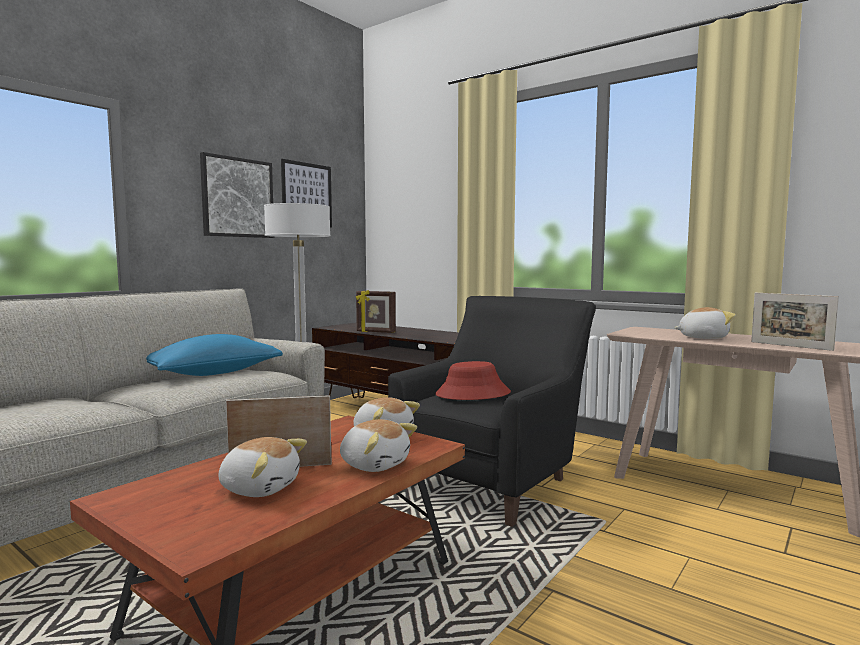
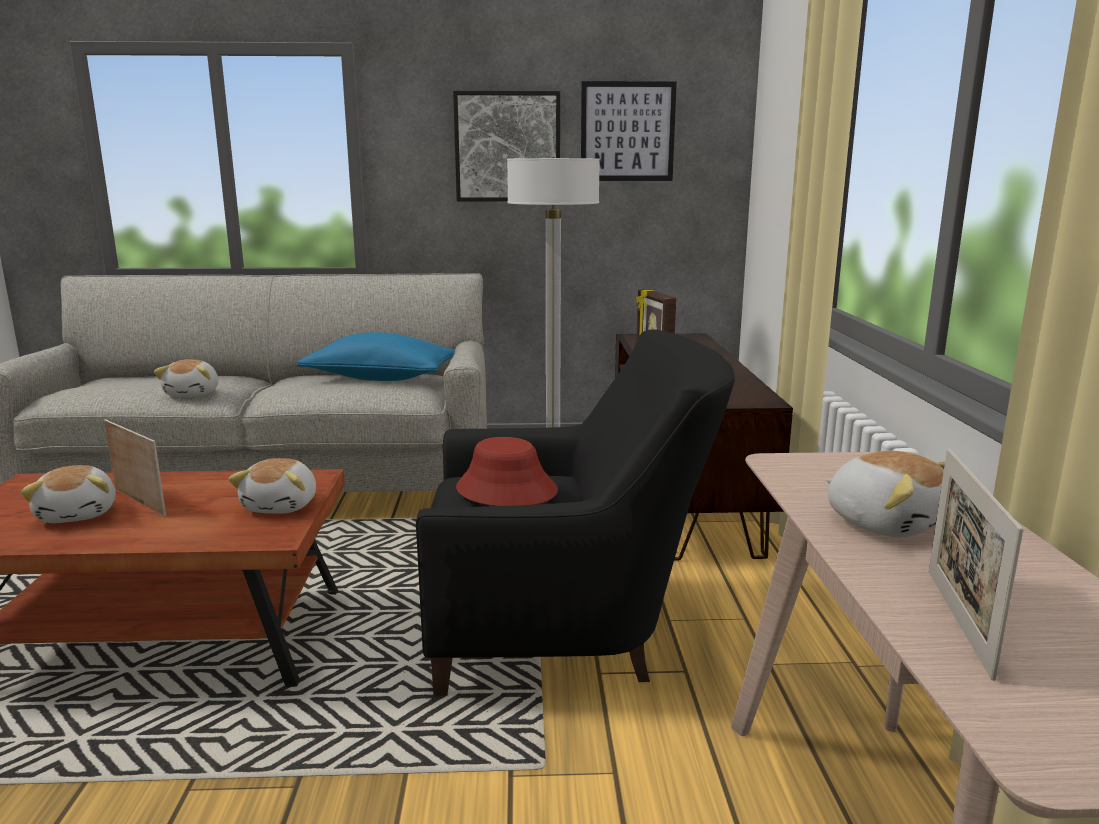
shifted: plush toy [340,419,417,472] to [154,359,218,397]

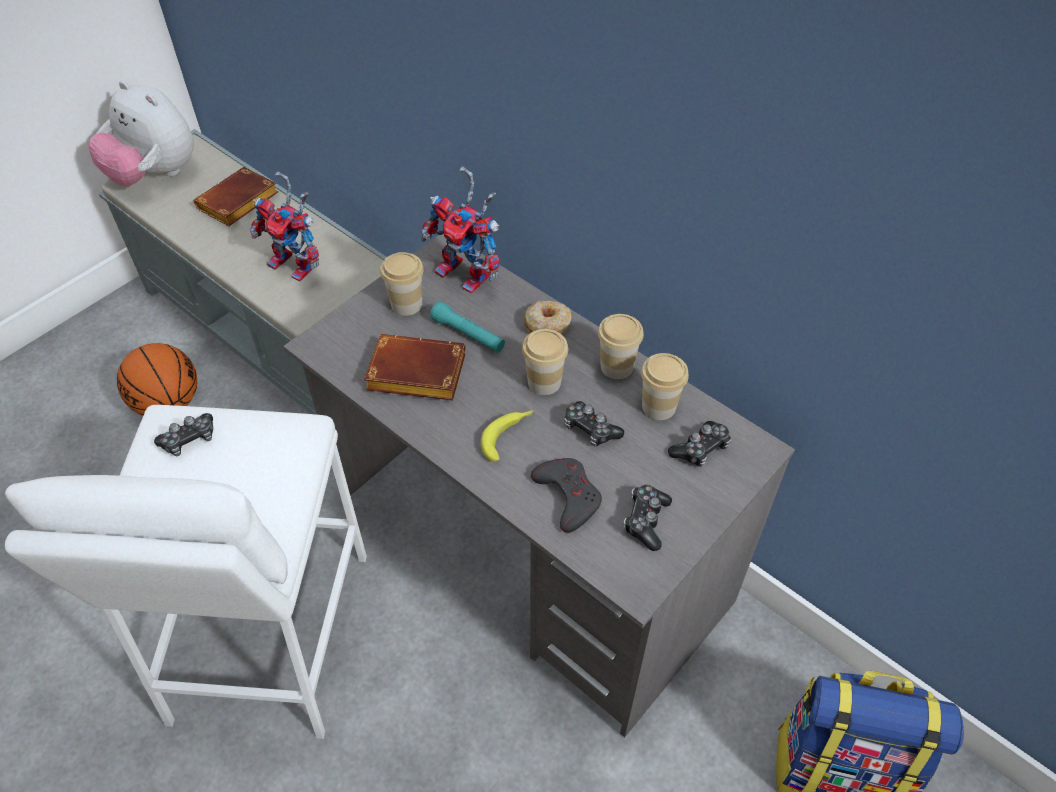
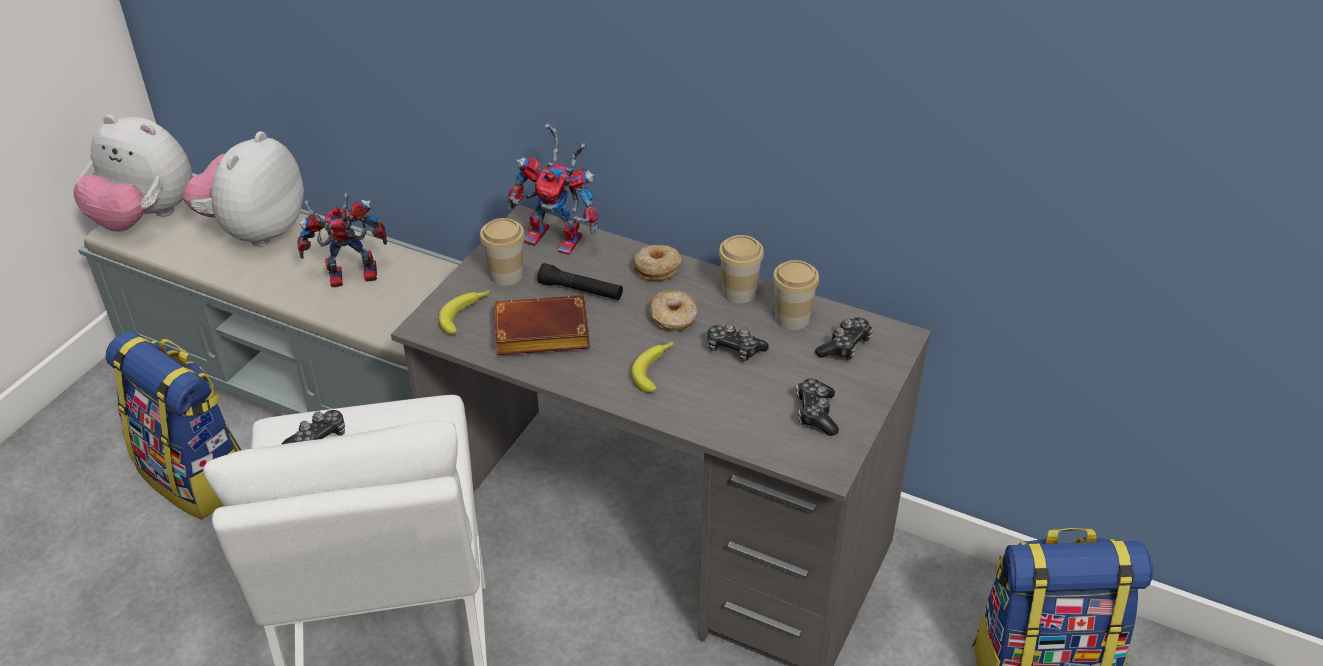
gone: grey game controller [531,458,602,533]
new: banana [438,290,490,335]
swapped: basketball [117,343,197,416] to backpack [105,331,242,520]; brown book [194,167,278,226] to plush toy [183,131,304,247]; cup [522,329,568,395] to donut [650,289,697,332]
repainted: turquoise flashlight [430,301,505,353] to black flashlight [538,263,623,300]
rotated: toy robot [250,171,319,282] = [297,193,387,287] 150 degrees clockwise

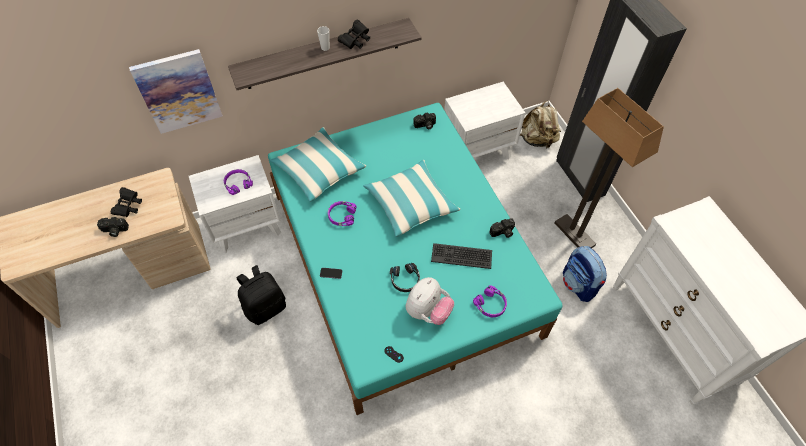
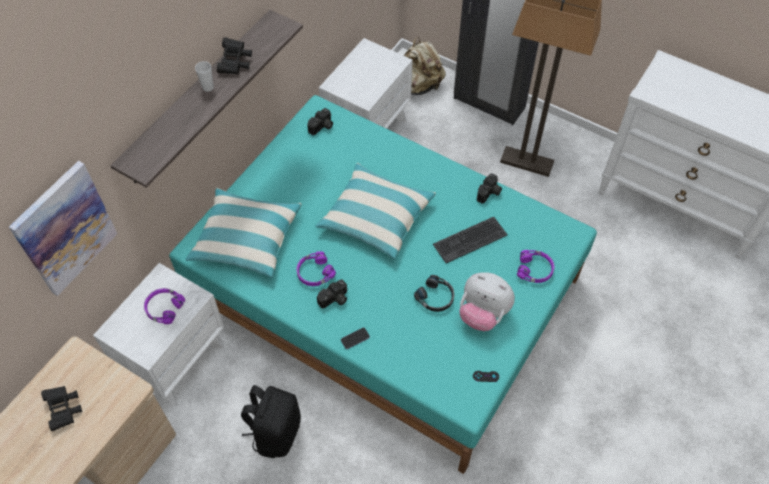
gone: backpack [563,246,607,302]
shifted: photo camera [97,217,129,237] to [317,280,348,308]
rotated: plush toy [406,277,454,325] = [459,272,515,331] 120 degrees clockwise

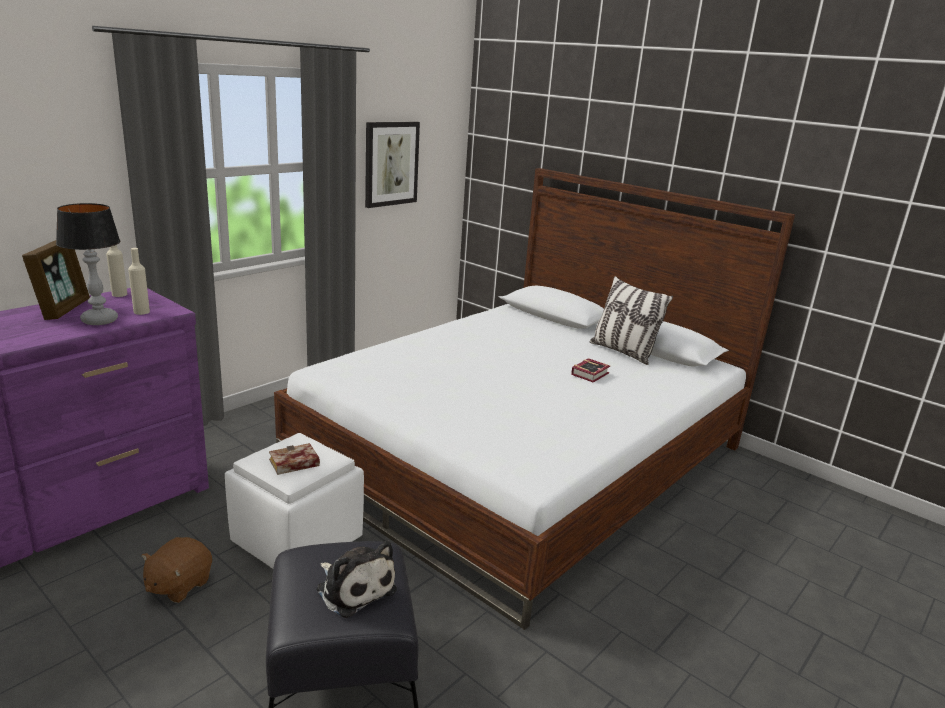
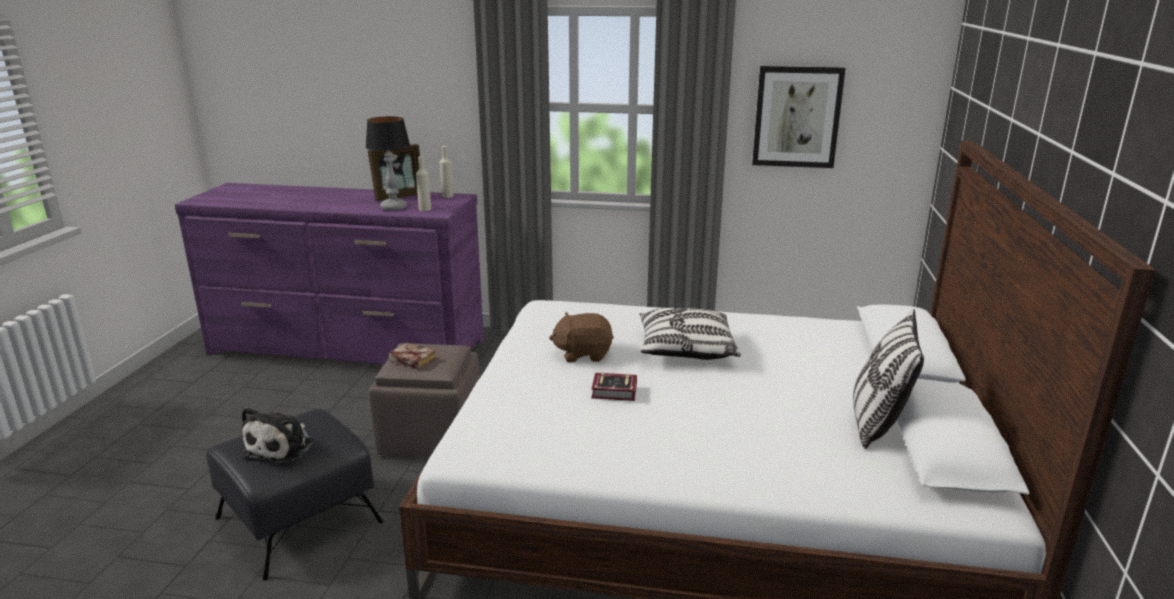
new: pillow [639,308,741,360]
shifted: brown plush toy [142,537,212,603] to [549,312,614,362]; book [571,358,610,383] to [591,372,637,401]
repainted: white ottoman [225,433,364,569] to brown ottoman [369,343,479,457]

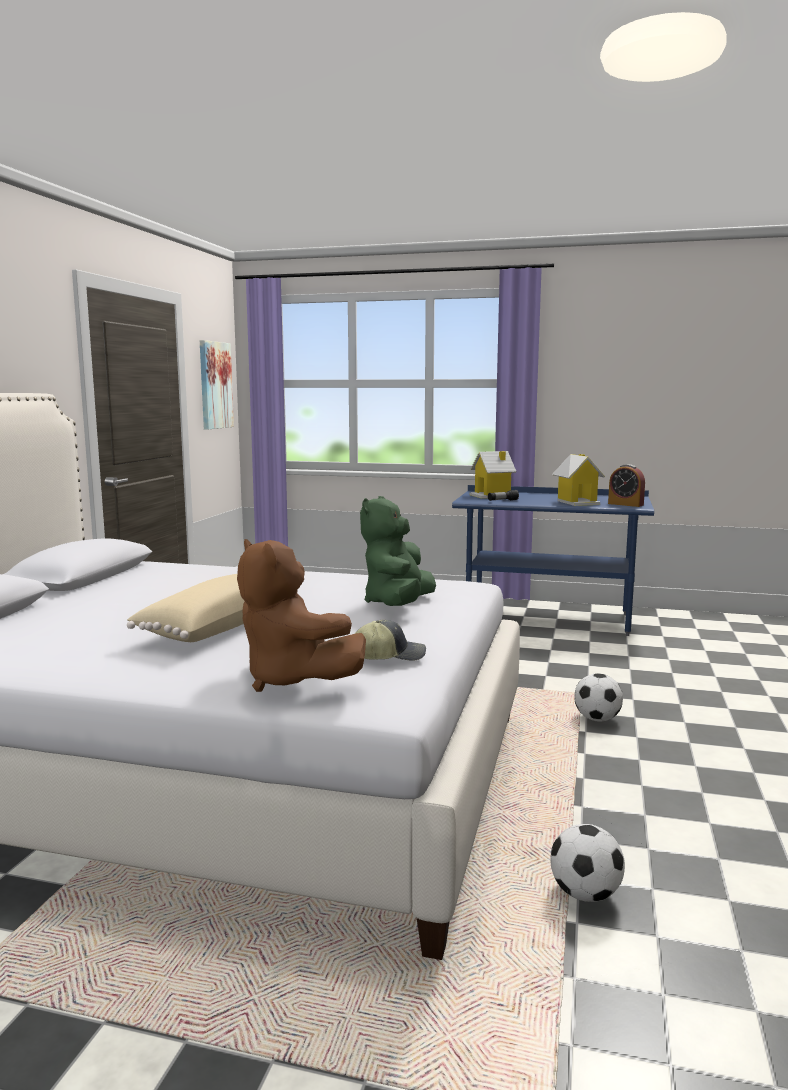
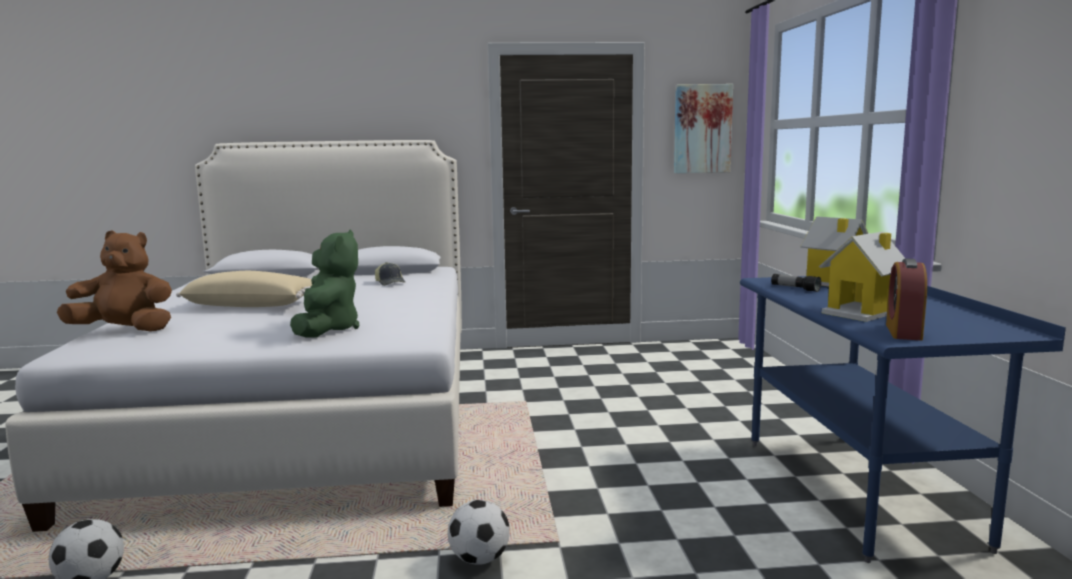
shifted: cap [355,620,426,660] to [375,262,405,286]
rotated: brown plush toy [237,539,366,692] = [57,230,172,332] 60 degrees clockwise; green plush toy [360,496,436,606] = [290,229,359,337] 90 degrees clockwise

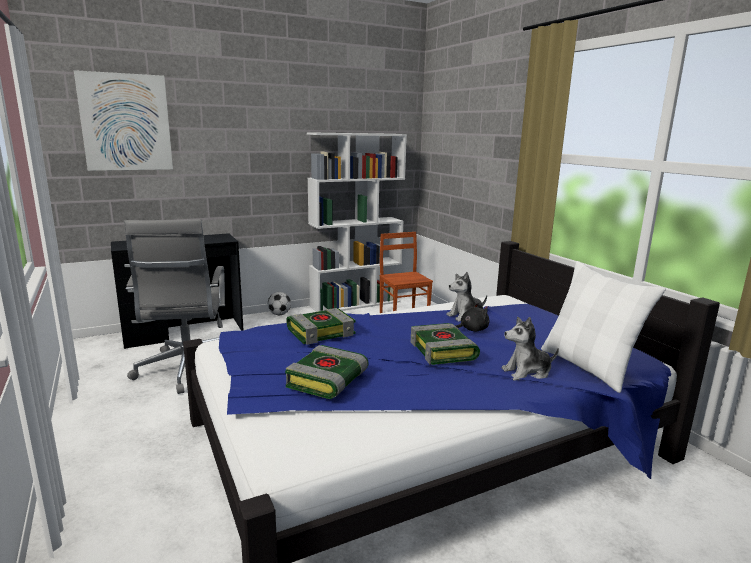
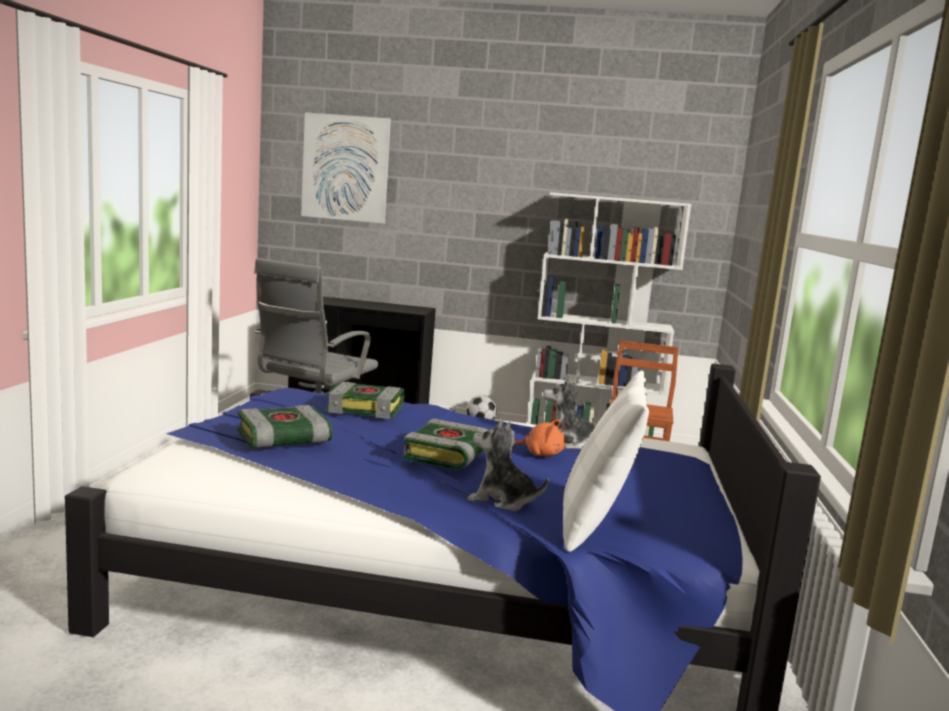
repainted: black plush toy [455,303,489,332] to orange plush toy [514,420,565,456]

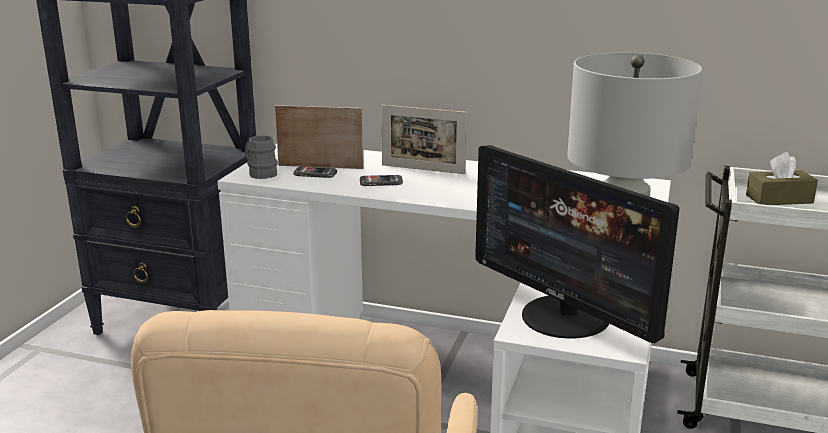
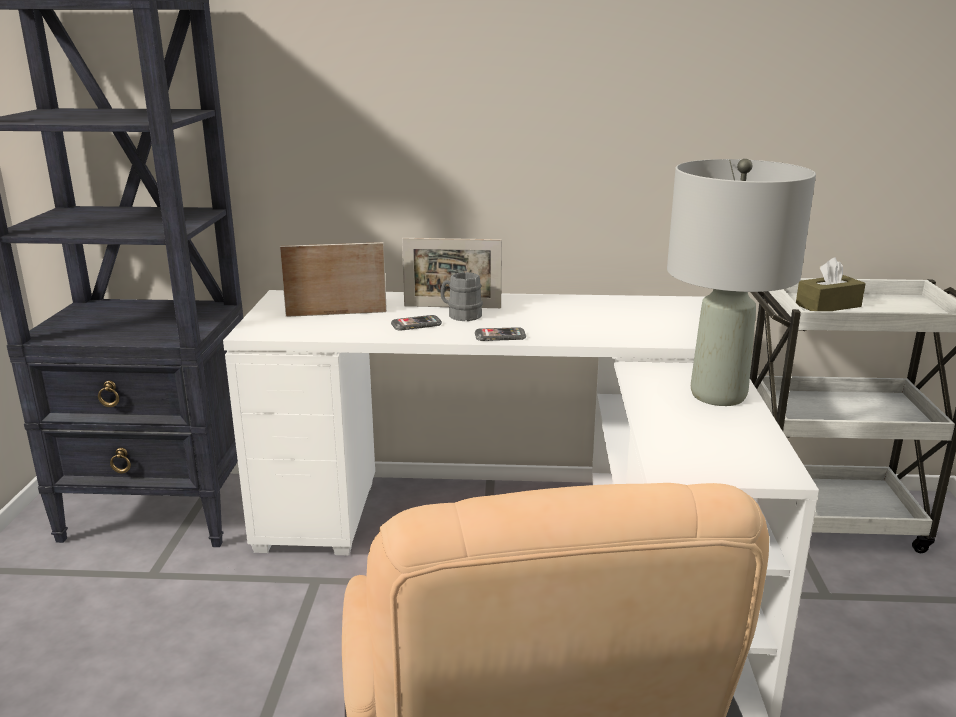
gone: monitor [475,145,680,343]
shifted: grey mug [245,135,278,179] to [441,272,483,321]; phone [293,166,337,178] to [475,327,526,341]

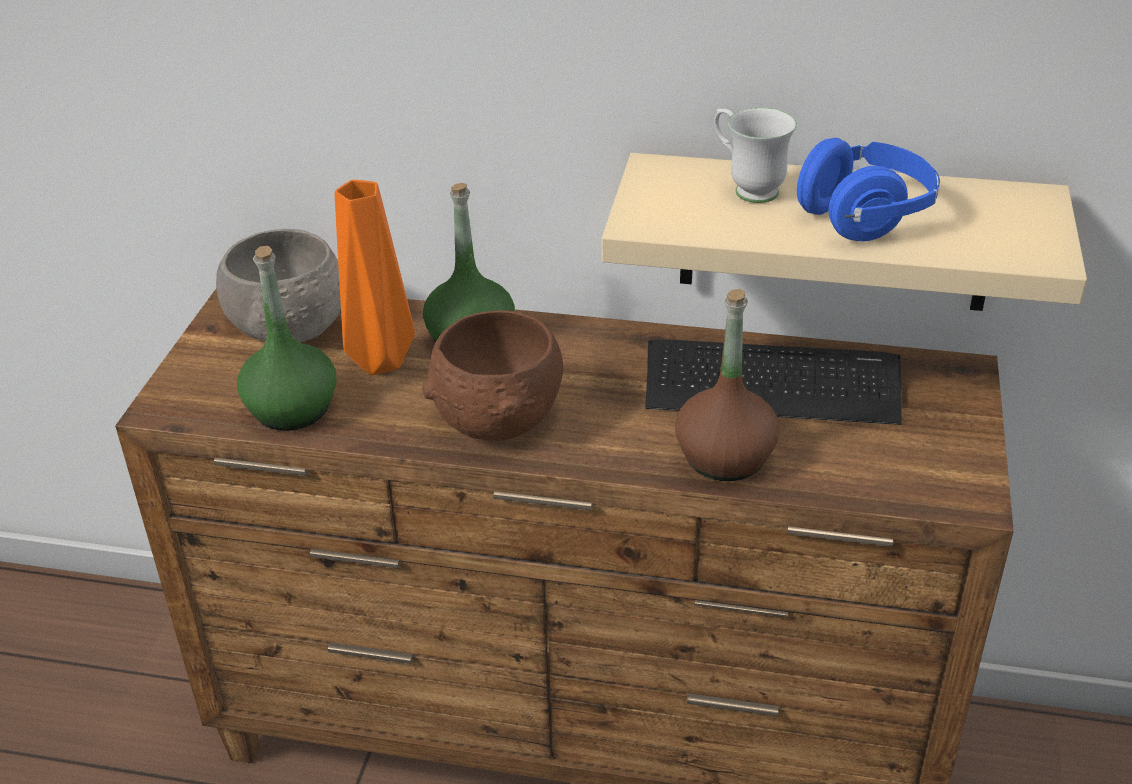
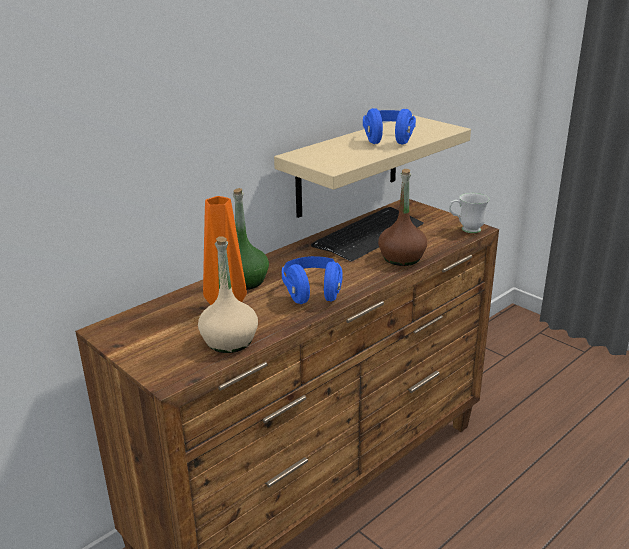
gone: grey bowl [216,229,341,342]
shifted: white mug [714,108,797,203] to [449,193,490,233]
swapped: brown bowl [422,310,563,441] to blue headphones [282,256,342,304]
repainted: green bottle [237,246,336,431] to beige bottle [198,236,258,353]

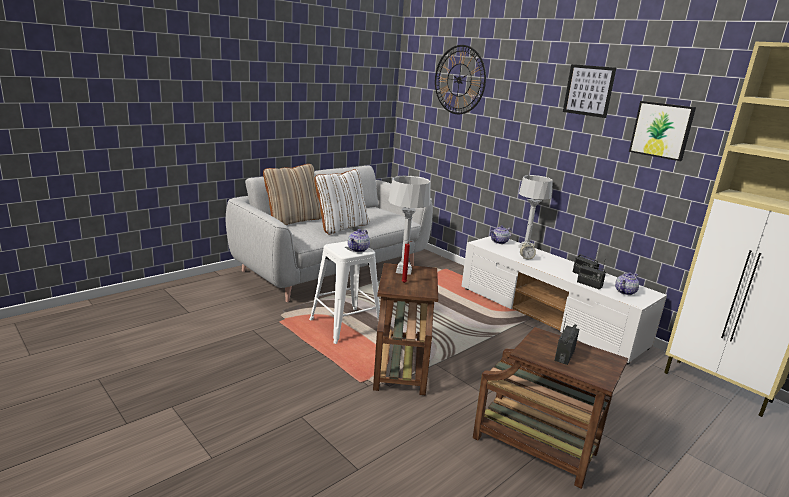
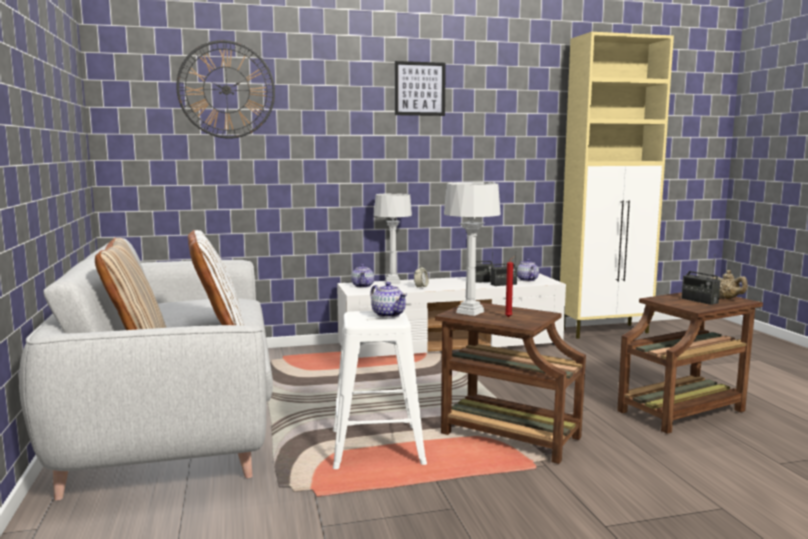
gone: picture [629,101,696,161]
new: beige teapot [711,270,748,299]

